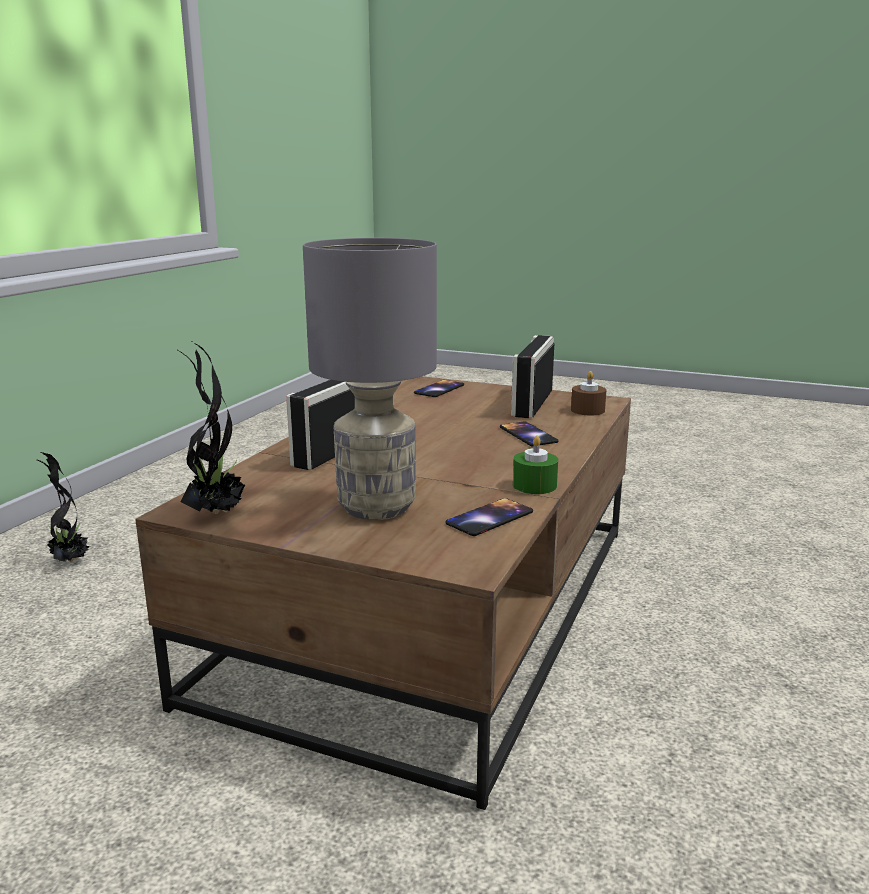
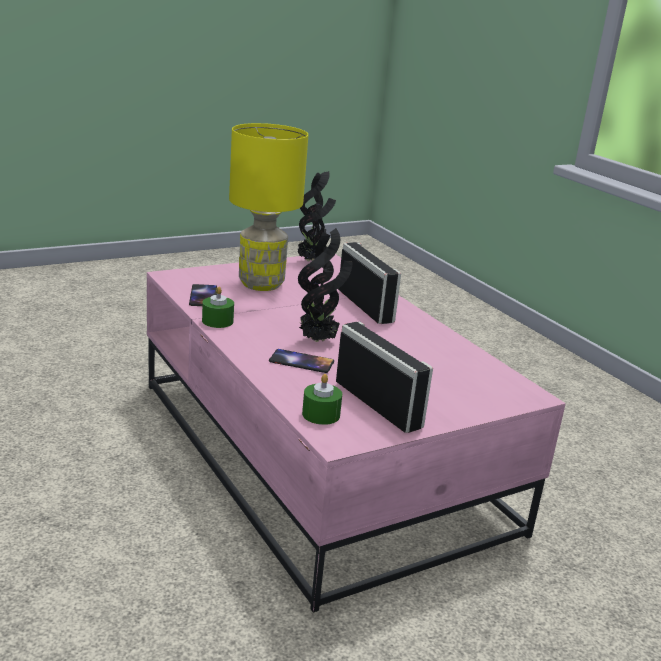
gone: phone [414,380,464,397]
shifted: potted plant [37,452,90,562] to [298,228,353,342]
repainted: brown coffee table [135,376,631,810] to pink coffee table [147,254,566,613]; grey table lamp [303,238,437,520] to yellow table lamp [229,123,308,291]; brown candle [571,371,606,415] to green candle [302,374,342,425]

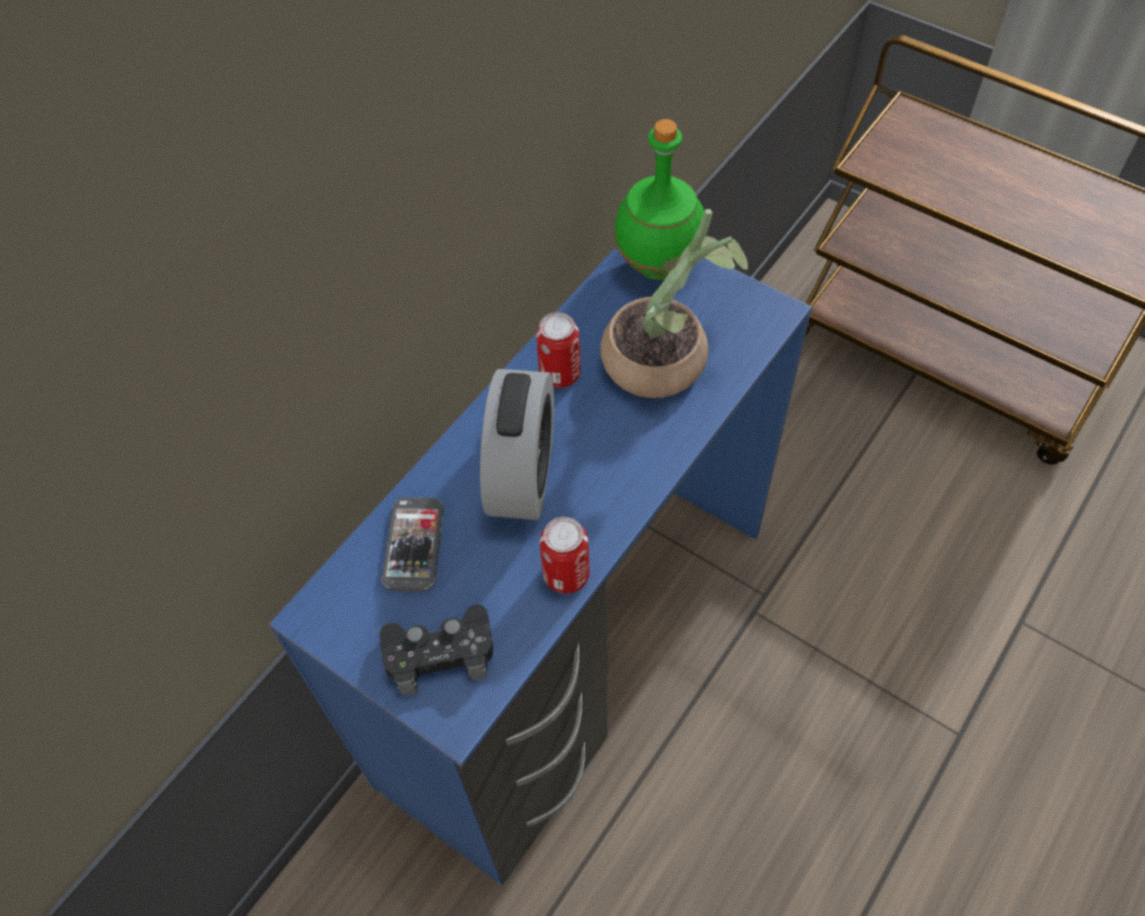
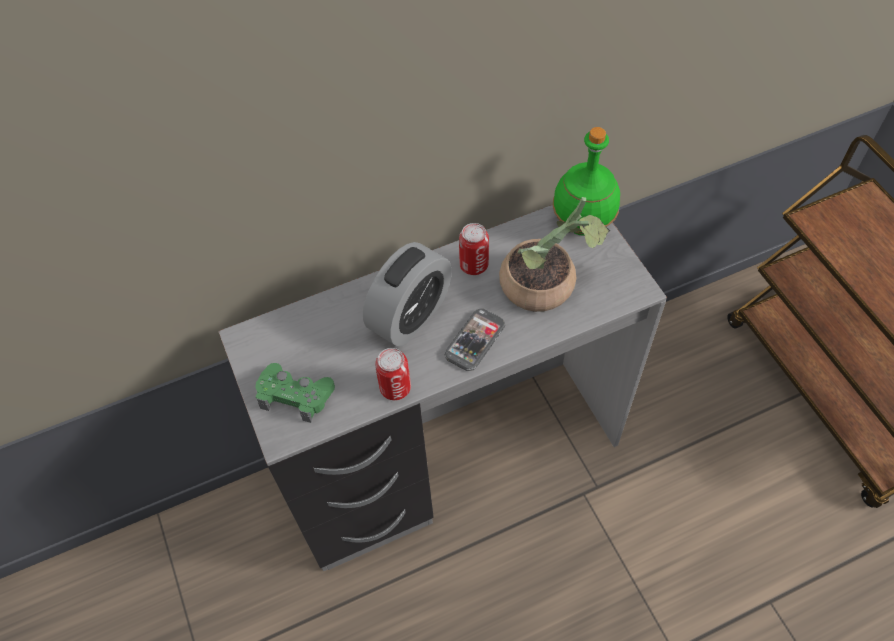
shifted: phone [381,497,444,592] to [444,308,505,371]
repainted: blue desk [269,247,812,885] to grey desk [218,205,667,571]; black game controller [379,604,493,696] to green game controller [255,363,335,423]

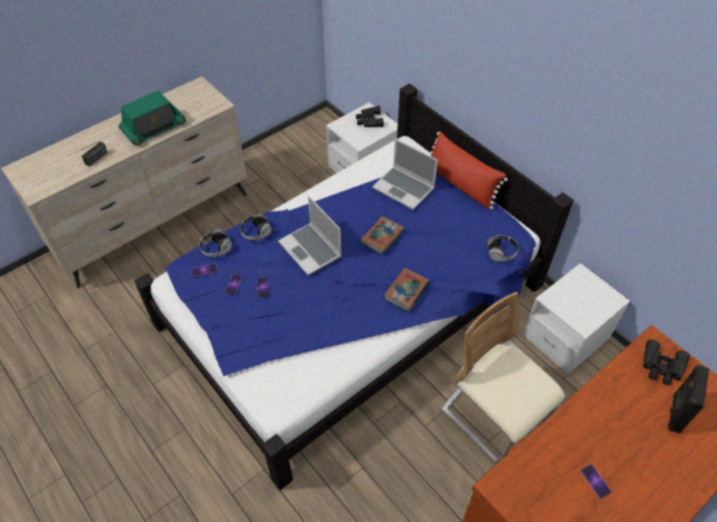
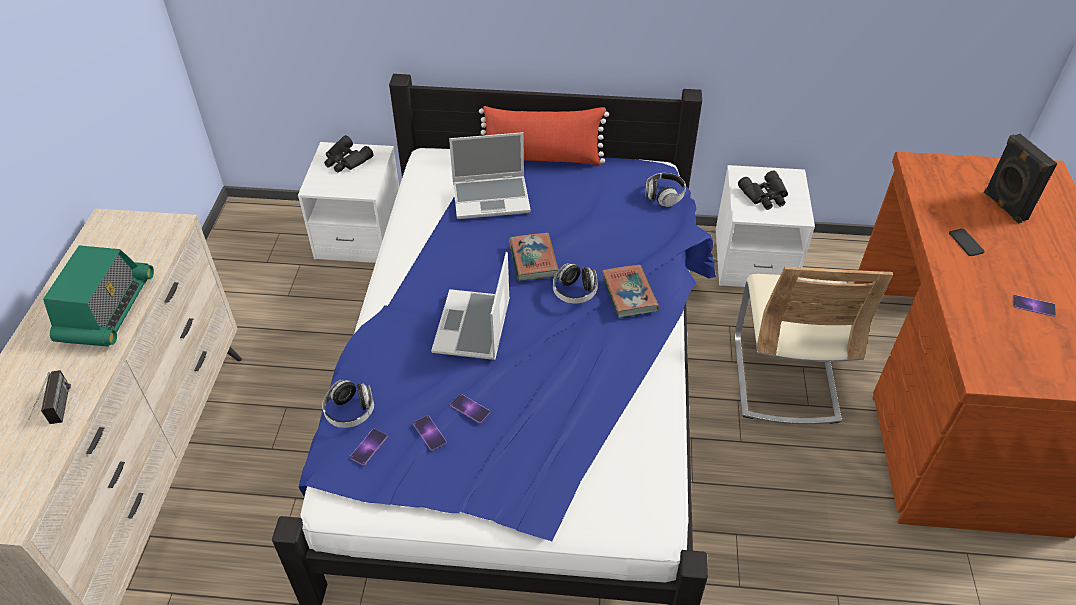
new: phone [949,229,985,256]
shifted: headphones [240,214,272,240] to [553,263,598,304]; black binoculars [643,340,690,386] to [738,171,788,210]
rotated: laptop [278,196,342,276] = [431,252,510,360] 90 degrees clockwise; beige chair [442,292,565,463] = [735,266,893,424] 90 degrees counterclockwise

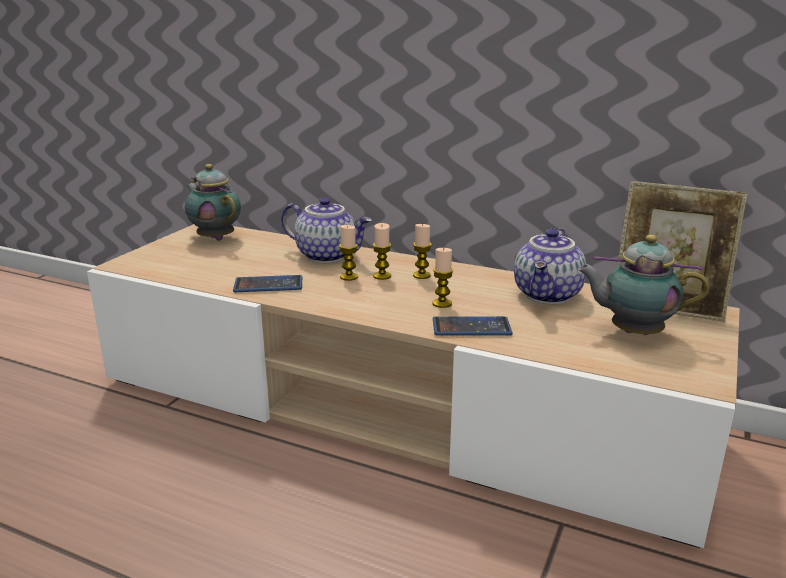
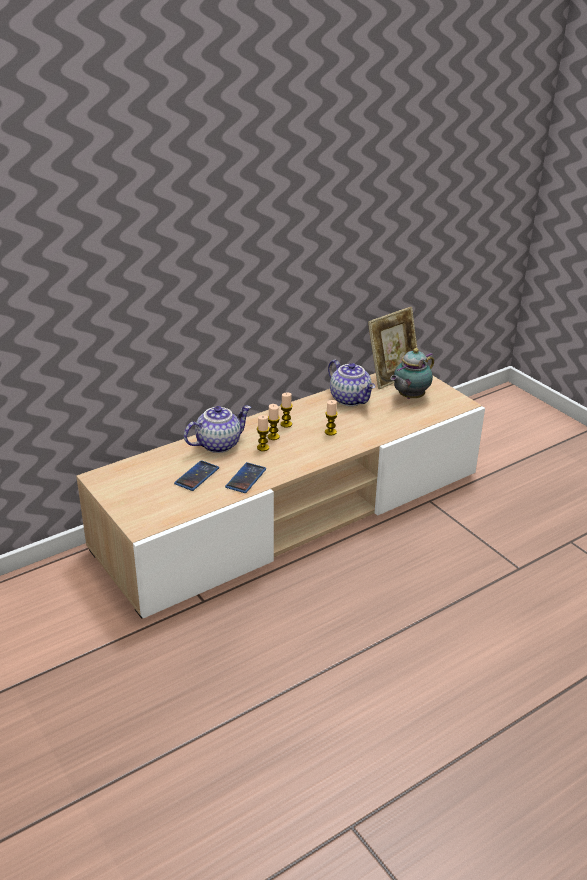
gone: teapot [185,164,241,241]
shifted: phone [433,316,513,336] to [174,460,219,491]

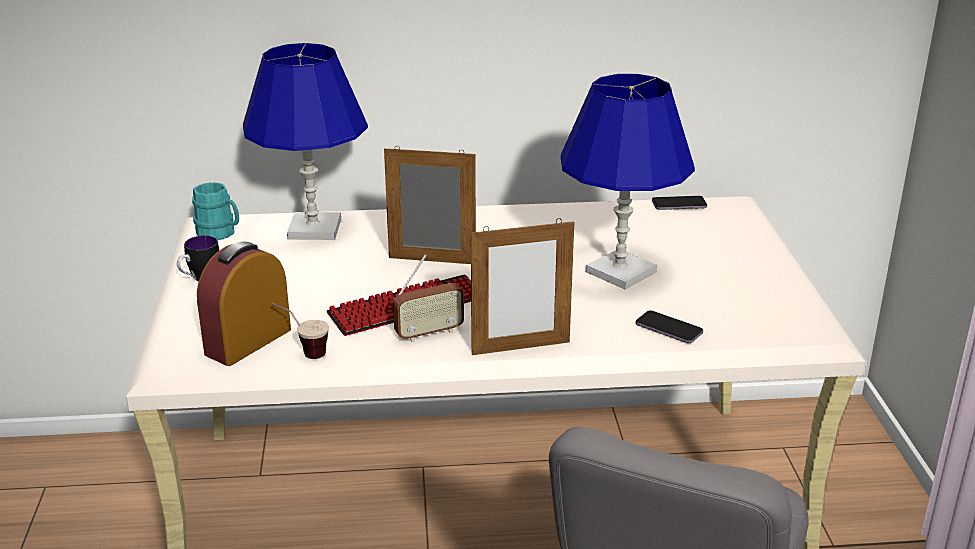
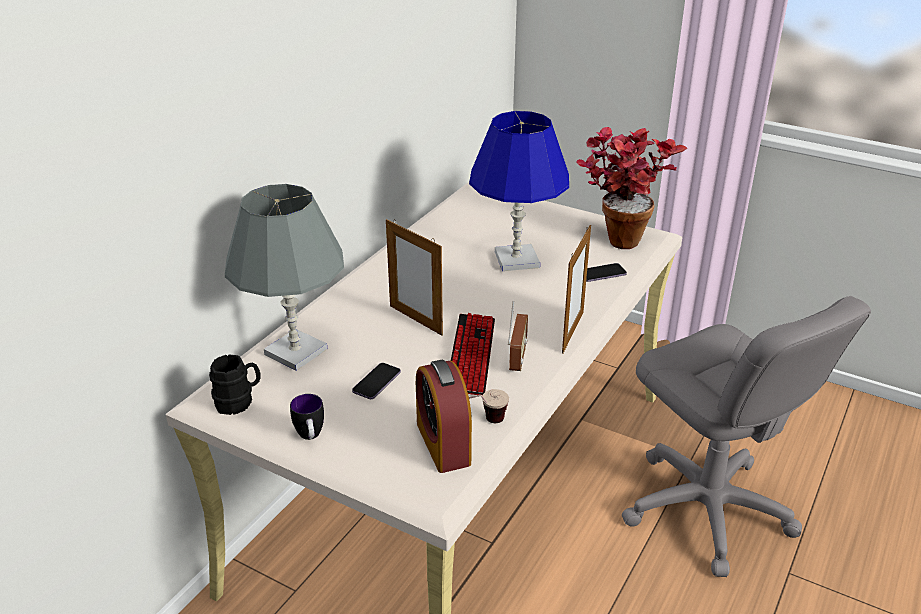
new: potted plant [576,127,687,249]
shifted: phone [652,196,707,210] to [352,363,401,399]
repainted: turquoise mug [192,182,239,240] to black mug [209,355,261,415]; blue table lamp [243,43,368,240] to grey table lamp [225,184,344,371]
rotated: picture frame [384,146,476,264] = [386,219,443,336] 90 degrees counterclockwise

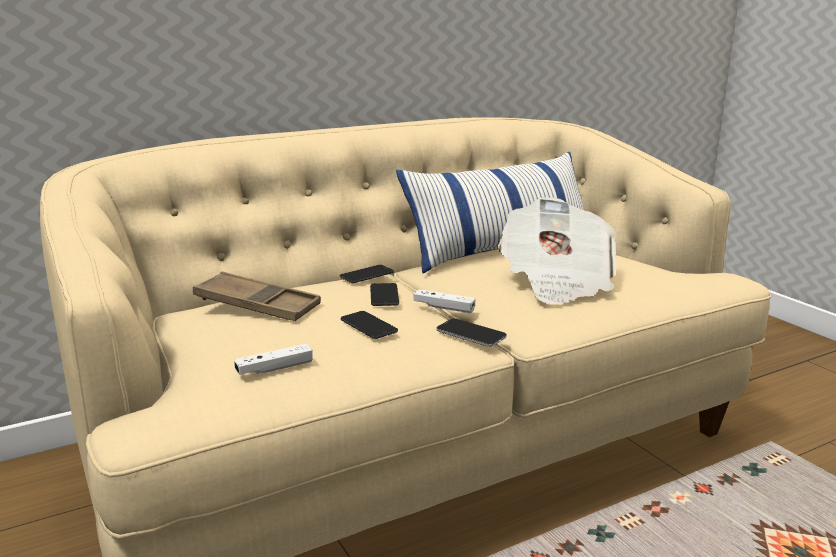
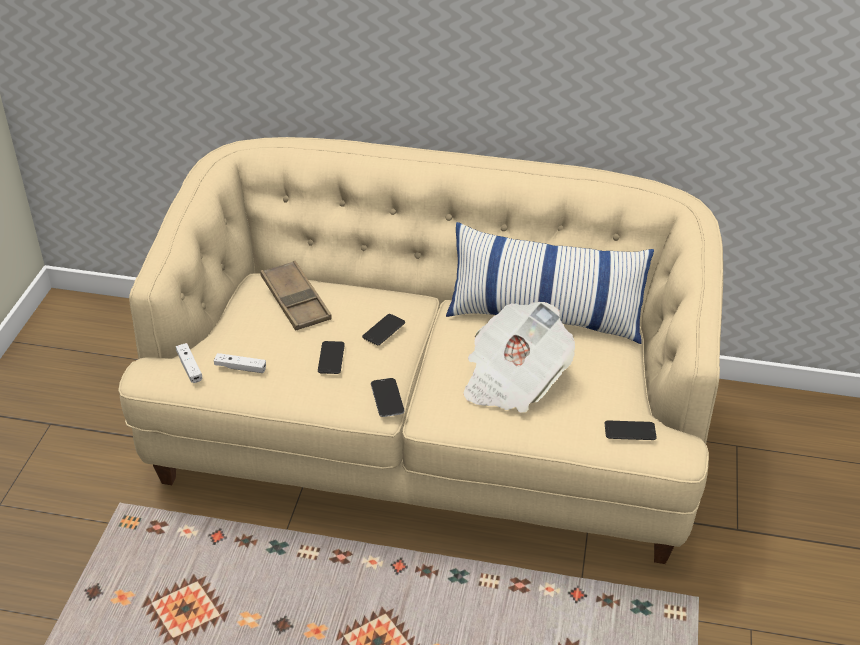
shifted: phone [340,265,394,283] to [605,420,657,440]; white game controller [413,289,476,313] to [176,343,202,383]

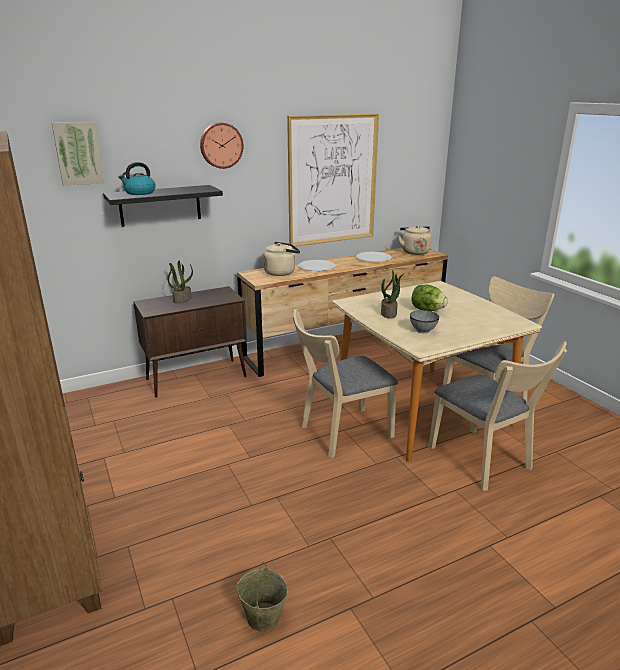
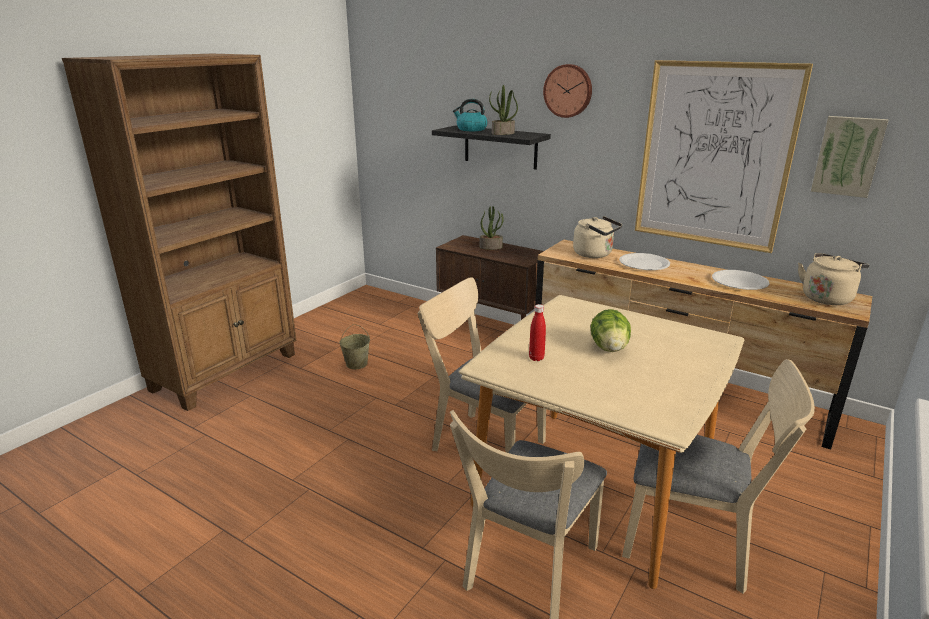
shifted: picture [52,122,105,186] to [811,116,889,198]; beige bucket [236,562,288,632] to [339,324,370,369]; potted plant [381,270,403,319] to [489,85,518,135]
swapped: grey bowl [410,310,439,334] to red bottle [529,304,546,361]

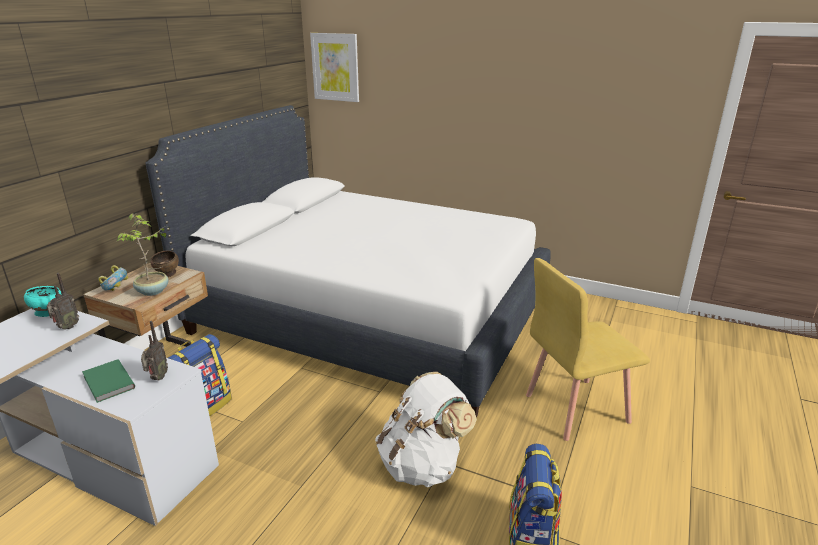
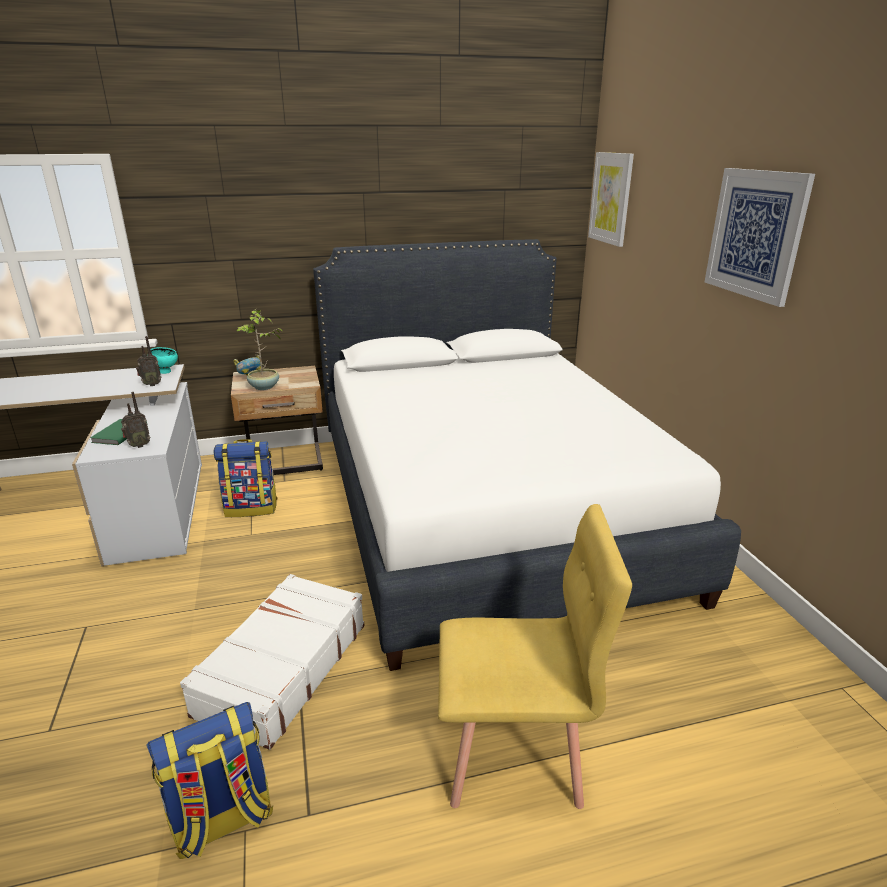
gone: brown bowl [150,251,179,277]
new: picture [705,168,815,307]
swapped: white backpack [375,372,477,487] to white suitcase [180,574,364,750]
rotated: yellow chair [526,258,650,441] = [438,504,632,809] 150 degrees clockwise

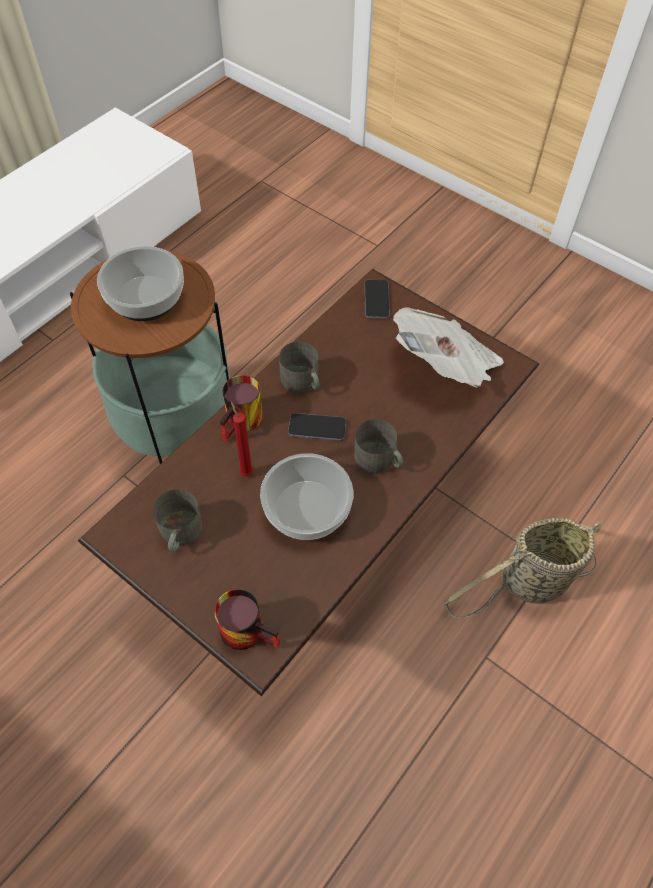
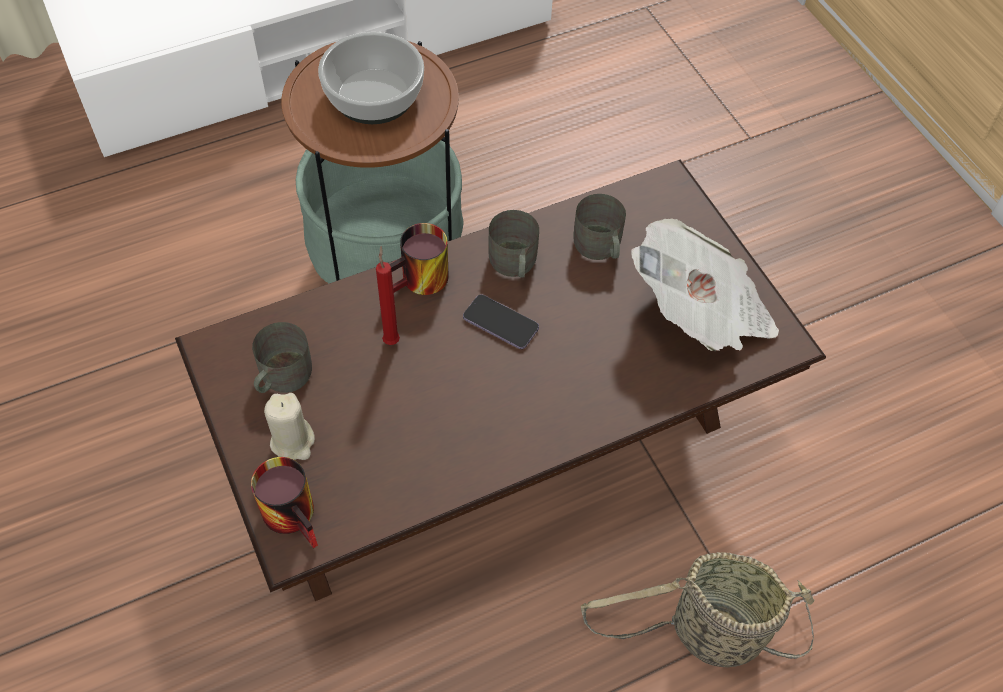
gone: bowl [260,453,353,540]; phone [365,280,390,319]
new: beige candle [264,393,315,460]
shifted: grey mug [354,419,403,474] to [573,194,626,260]

